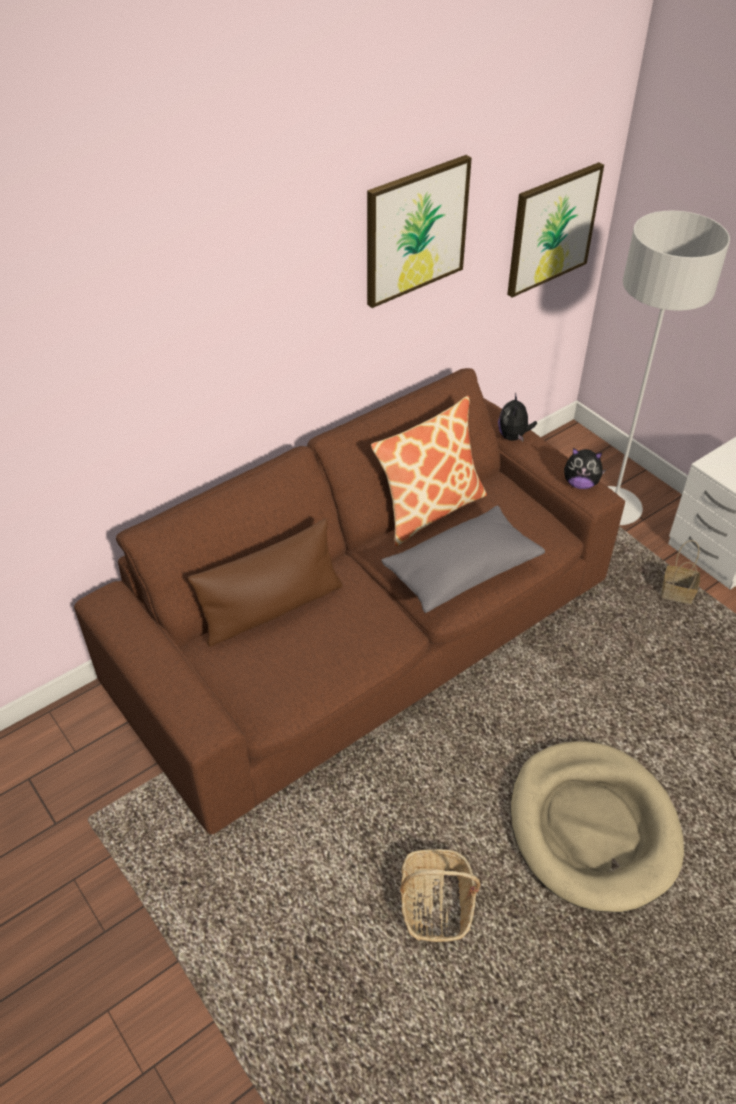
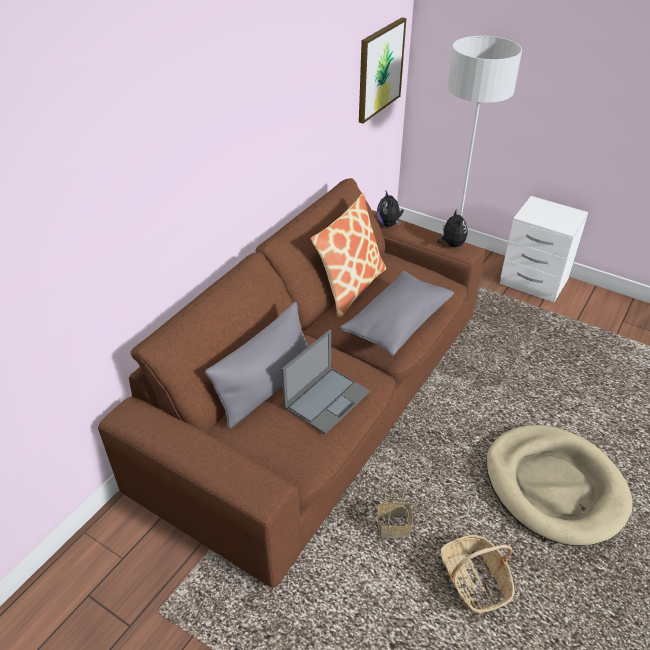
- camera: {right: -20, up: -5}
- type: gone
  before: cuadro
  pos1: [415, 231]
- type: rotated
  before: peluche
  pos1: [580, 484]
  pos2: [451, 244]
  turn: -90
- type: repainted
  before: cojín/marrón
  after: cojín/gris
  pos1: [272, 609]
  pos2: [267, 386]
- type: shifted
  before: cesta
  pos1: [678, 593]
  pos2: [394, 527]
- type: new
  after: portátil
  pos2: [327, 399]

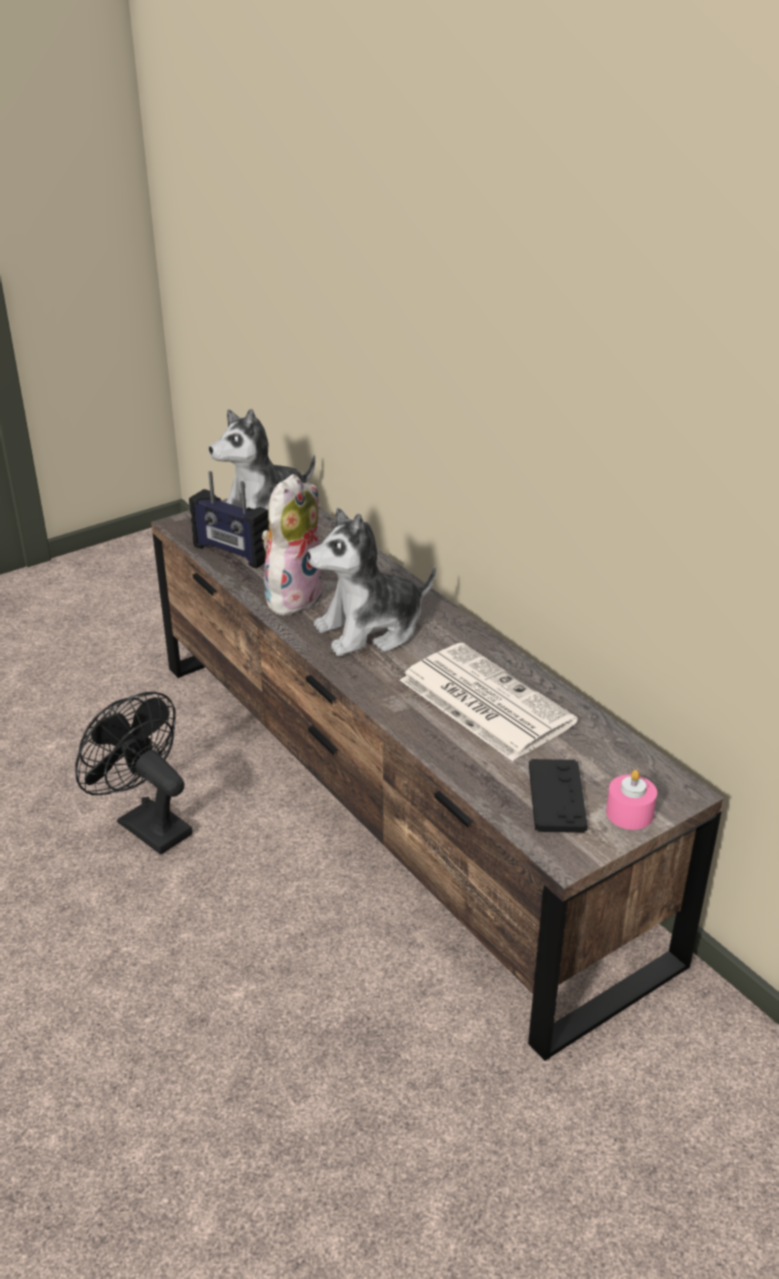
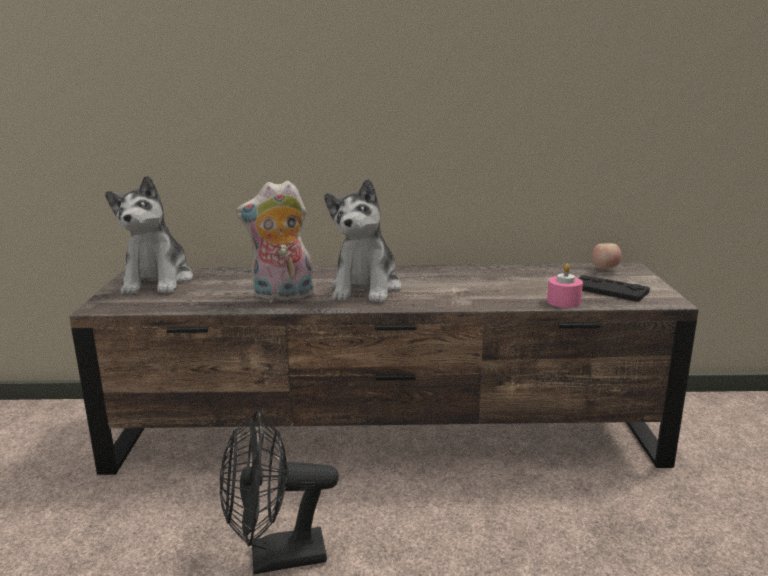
- camera: {right: -55, up: -15}
- type: gone
  before: radio
  pos1: [231, 553]
- type: rotated
  before: peluche
  pos1: [292, 596]
  pos2: [282, 298]
  turn: -75
- type: gone
  before: periódico
  pos1: [483, 701]
- type: shifted
  before: vela/rosa
  pos1: [629, 813]
  pos2: [563, 301]
- type: new
  after: manzana
  pos2: [604, 269]

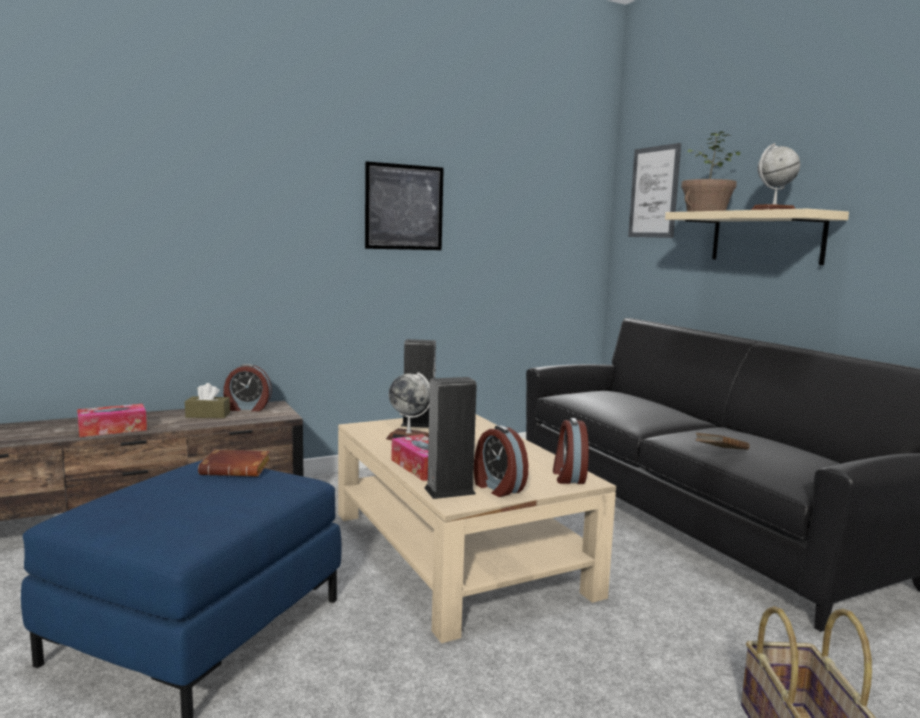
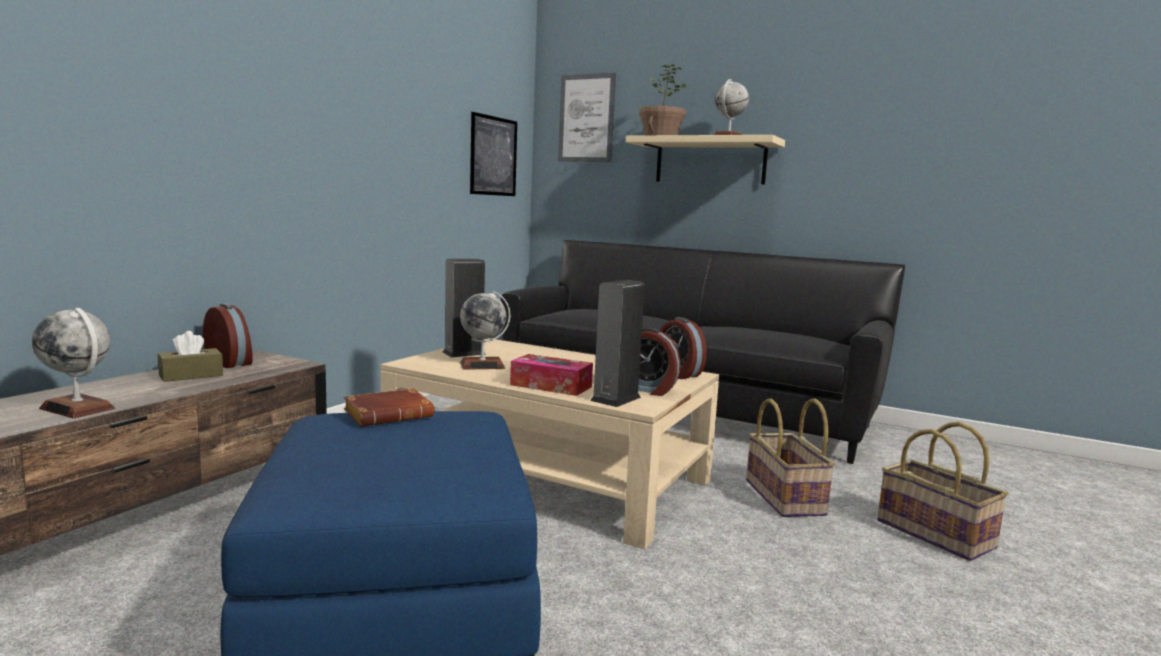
- camera: {right: -35, up: 0}
- type: shifted
  before: cuadro
  pos1: [404, 207]
  pos2: [493, 156]
- type: rotated
  before: despertador
  pos1: [247, 408]
  pos2: [230, 362]
  turn: -105
- type: swapped
  before: caja de pañuelos
  after: globo terráqueo
  pos1: [112, 429]
  pos2: [78, 408]
- type: gone
  before: libro/marrón
  pos1: [720, 453]
- type: new
  after: cesta
  pos2: [786, 498]

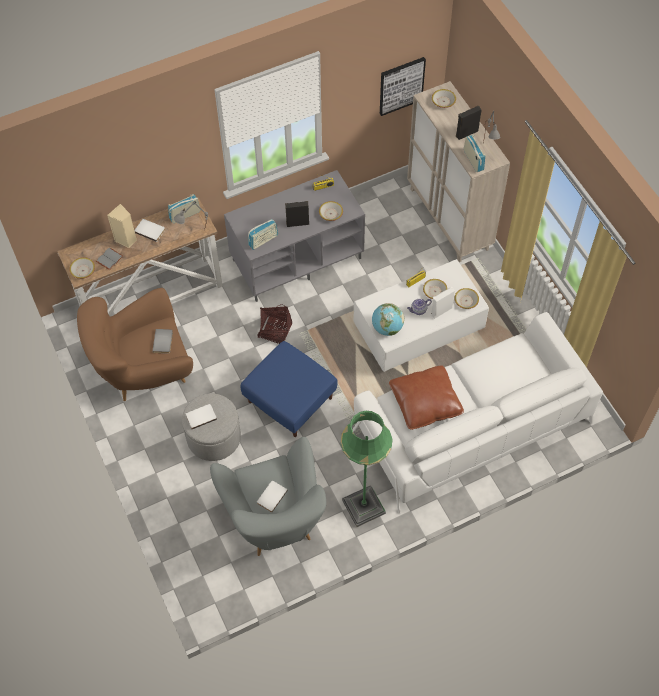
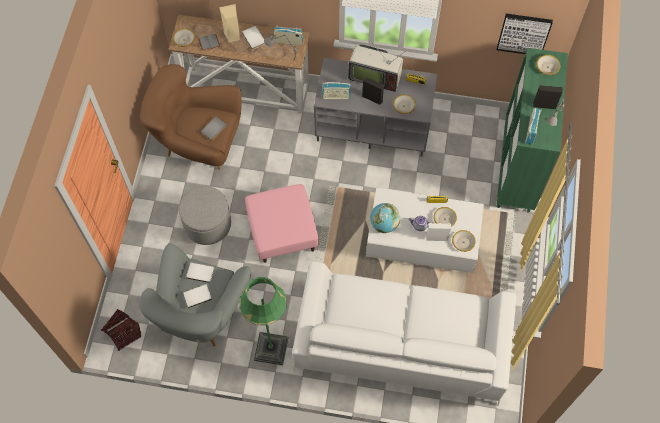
- camera: {right: 35, up: 5}
- type: repainted
  before: armario/beis
  after: armario/verde
  pos1: [449, 219]
  pos2: [517, 167]
- type: shifted
  before: cesta
  pos1: [274, 331]
  pos2: [123, 333]
- type: repainted
  before: puf/azul
  after: puf/rosa
  pos1: [289, 400]
  pos2: [282, 232]
- type: gone
  before: cojín/marrón
  pos1: [425, 403]
- type: shifted
  before: libro/blanco
  pos1: [200, 416]
  pos2: [200, 272]
- type: new
  after: televisor
  pos2: [374, 76]

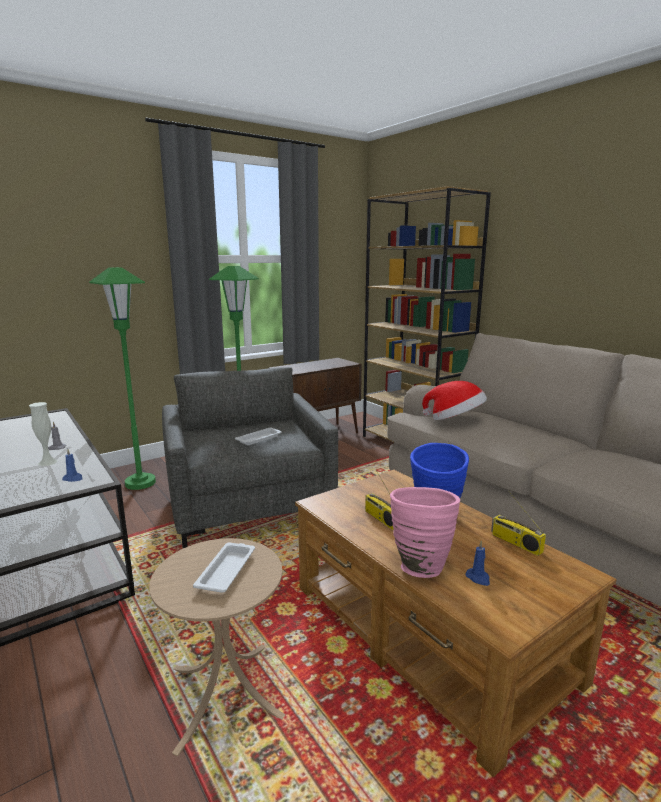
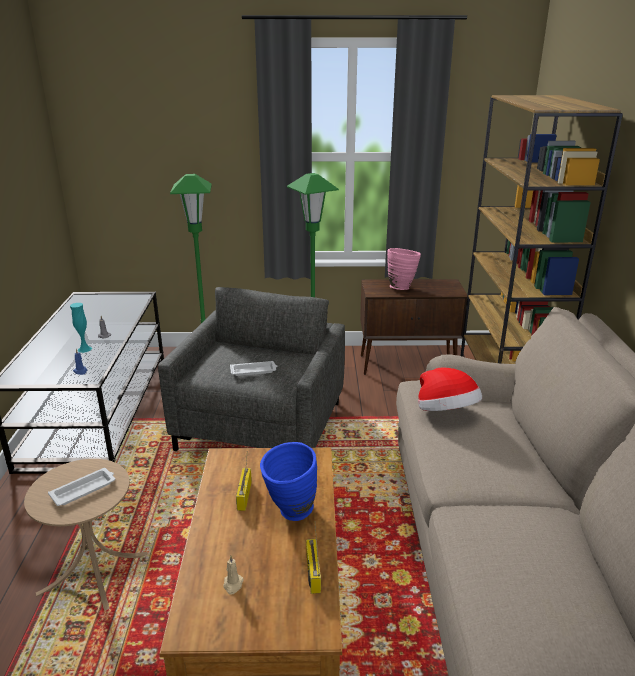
- camera: {right: 35, up: 10}
- type: repainted
  before: florero/blanco
  after: florero/turquesa
  pos1: [47, 462]
  pos2: [84, 349]
- type: shifted
  before: florero/rosa
  pos1: [419, 565]
  pos2: [401, 287]
- type: repainted
  before: vela/azul
  after: vela/beis
  pos1: [478, 578]
  pos2: [233, 585]

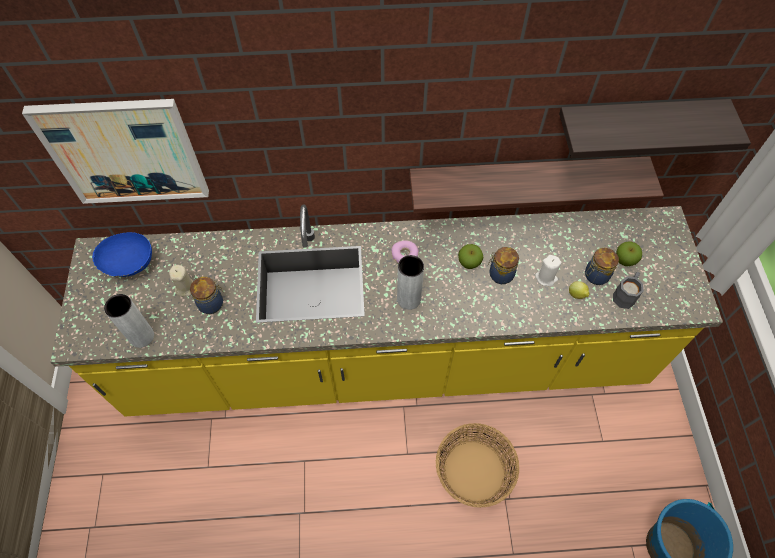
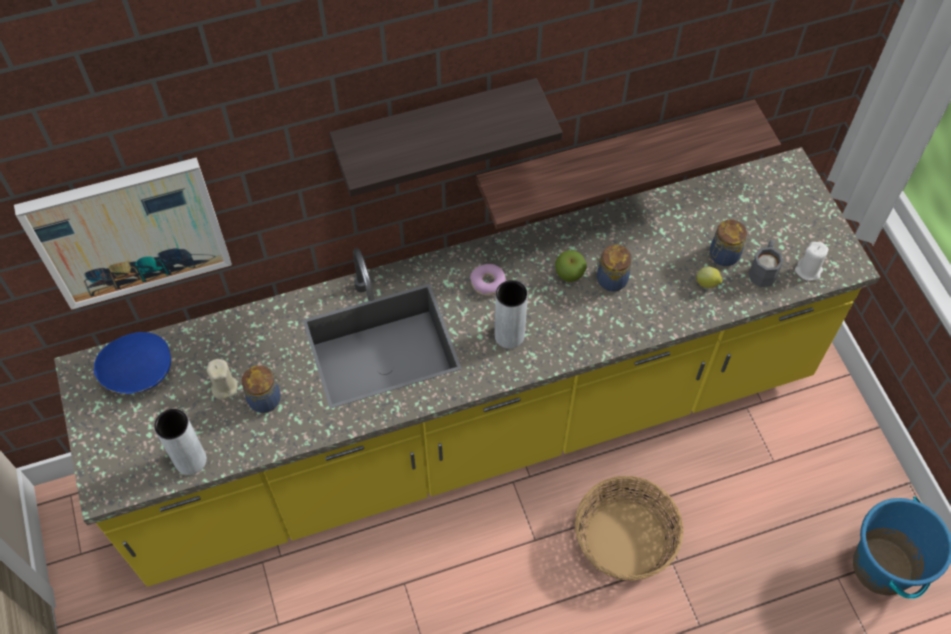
- camera: {right: -15, up: 0}
- type: shifted
  before: estante
  pos1: [635, 125]
  pos2: [435, 130]
- type: gone
  before: manzana
  pos1: [624, 261]
- type: shifted
  before: vela/blanco
  pos1: [546, 278]
  pos2: [808, 270]

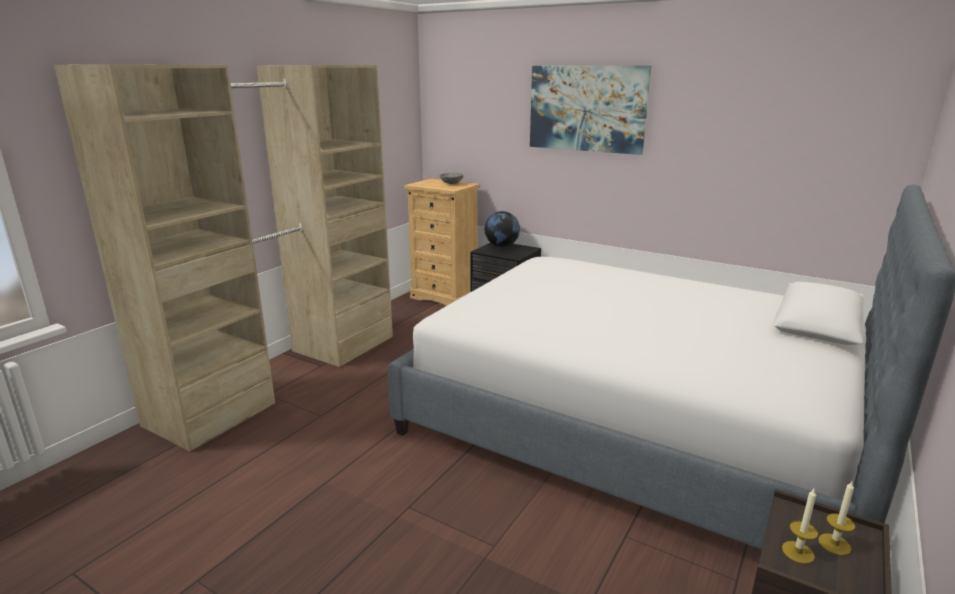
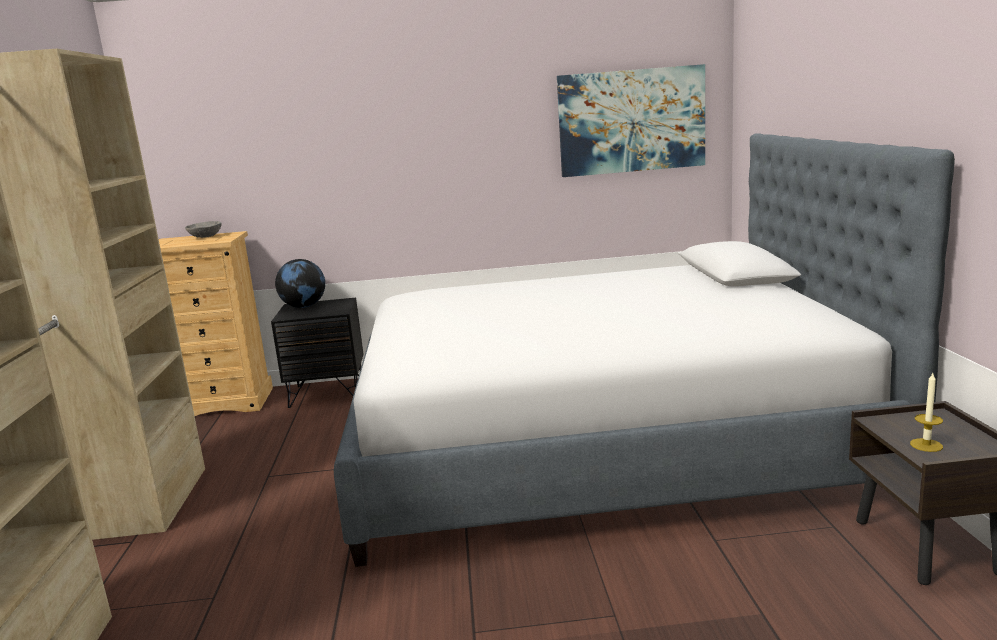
- camera: {right: -35, up: -5}
- type: shifted
  before: cuadro
  pos1: [587, 108]
  pos2: [631, 121]
- type: gone
  before: vela
  pos1: [834, 544]

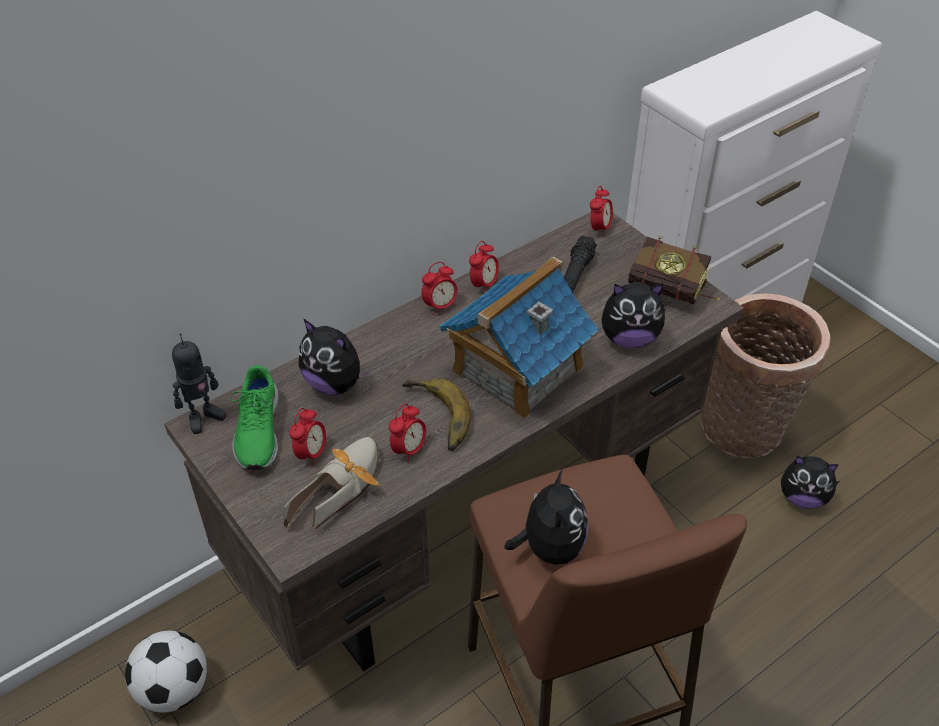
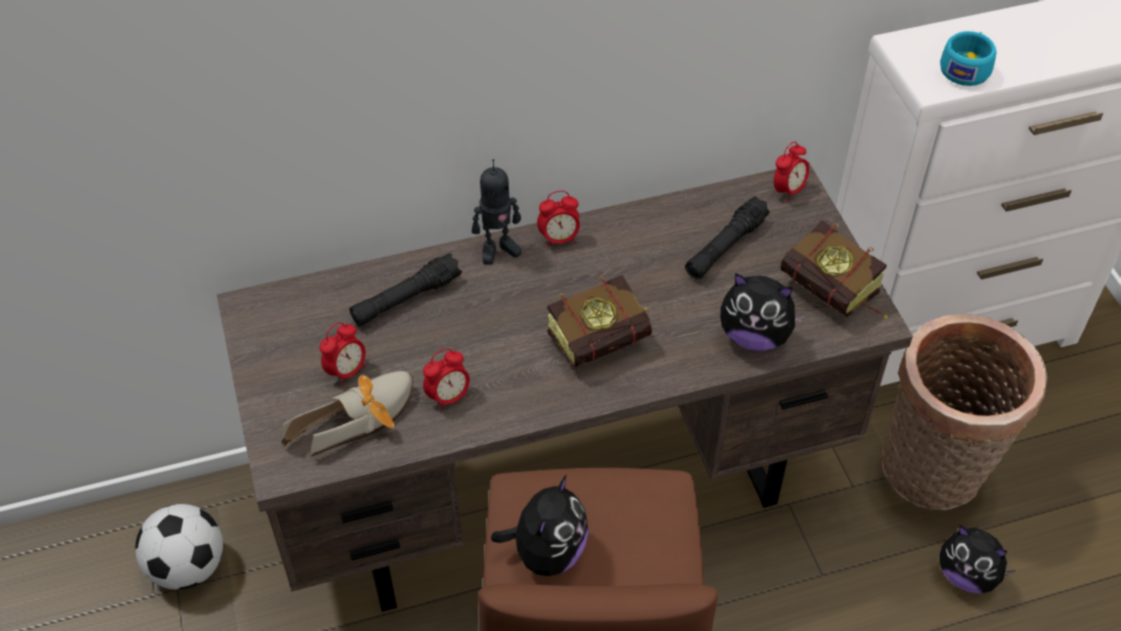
- camera: {right: 20, up: 5}
- type: gone
  before: despertador
  pos1: [483, 285]
- type: swapped
  before: casita
  after: libro
  pos1: [516, 370]
  pos2: [607, 338]
- type: swapped
  before: peluche
  after: linterna/negro
  pos1: [335, 383]
  pos2: [406, 299]
- type: shifted
  before: robot de juguete
  pos1: [203, 417]
  pos2: [498, 249]
- type: gone
  before: zapato/verde
  pos1: [257, 431]
- type: gone
  before: plátano
  pos1: [434, 418]
- type: new
  after: taza/turquesa
  pos2: [966, 68]

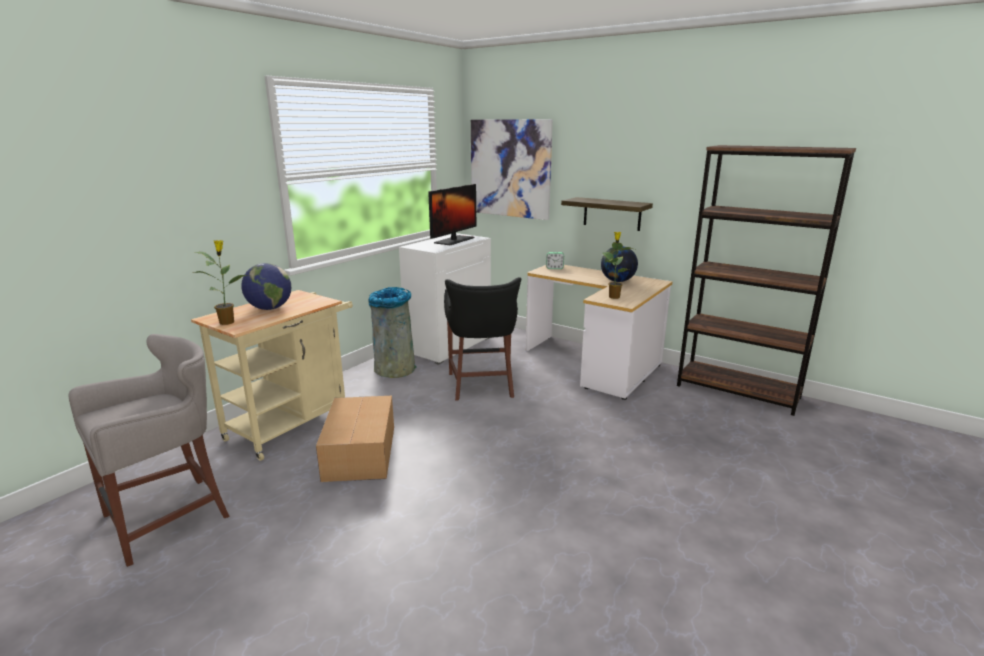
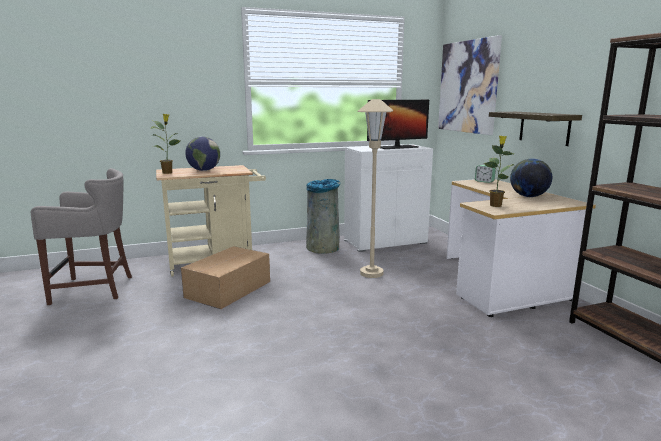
- camera: {right: 35, up: -5}
- type: swapped
  before: taburete/negro
  after: lámpara de pie/beis
  pos1: [482, 386]
  pos2: [371, 273]

